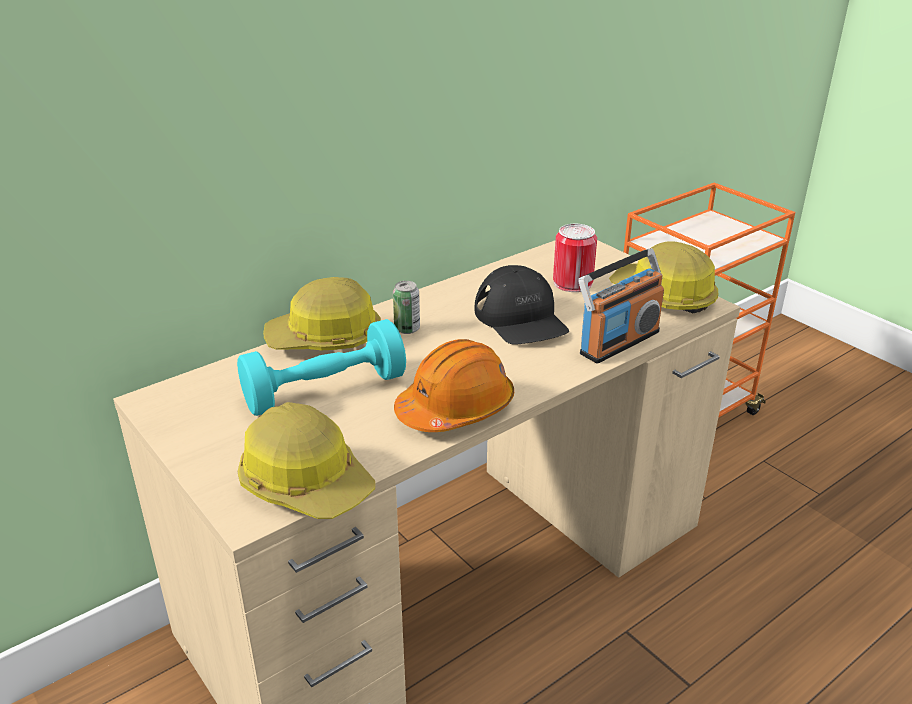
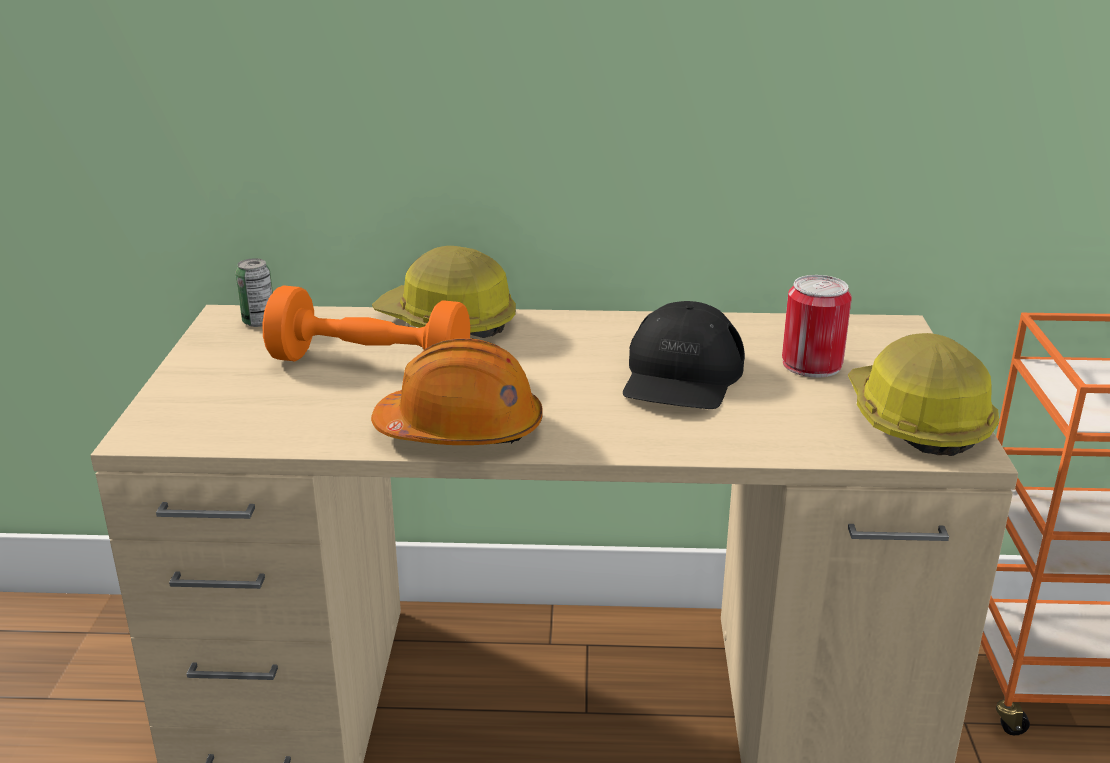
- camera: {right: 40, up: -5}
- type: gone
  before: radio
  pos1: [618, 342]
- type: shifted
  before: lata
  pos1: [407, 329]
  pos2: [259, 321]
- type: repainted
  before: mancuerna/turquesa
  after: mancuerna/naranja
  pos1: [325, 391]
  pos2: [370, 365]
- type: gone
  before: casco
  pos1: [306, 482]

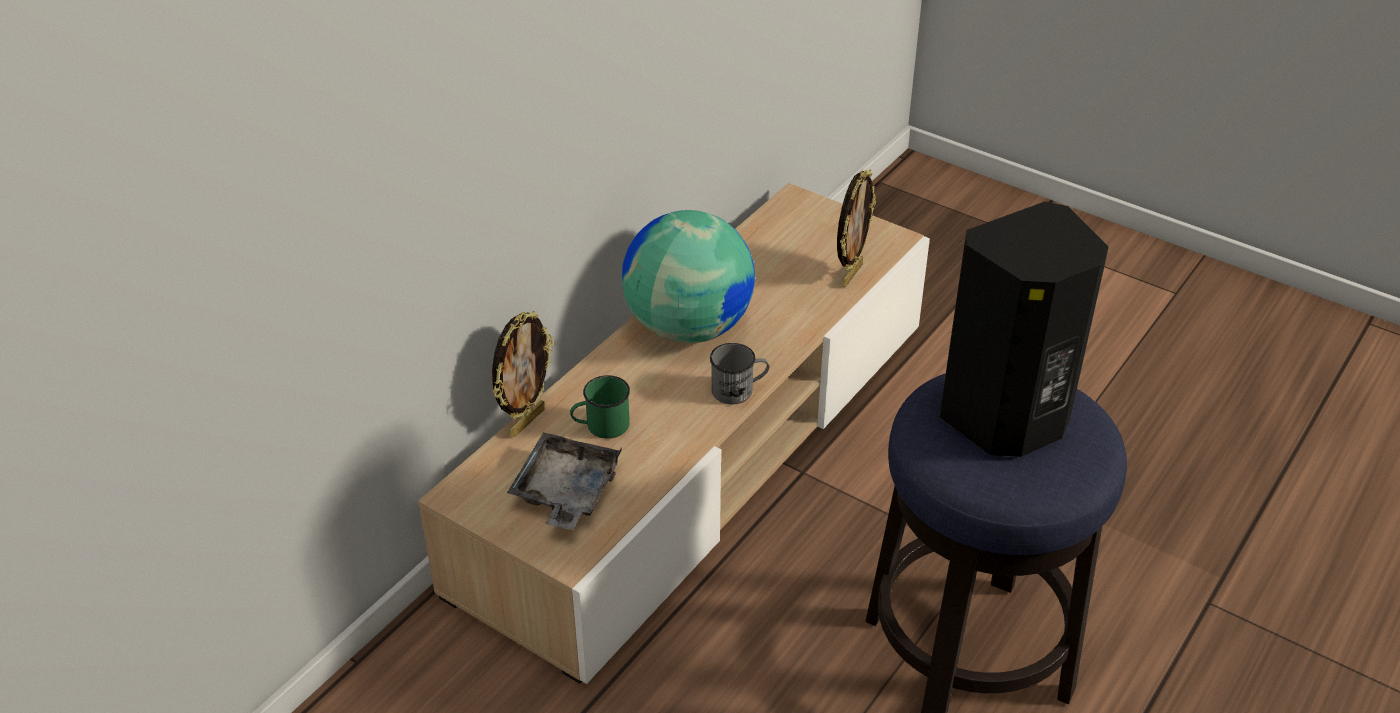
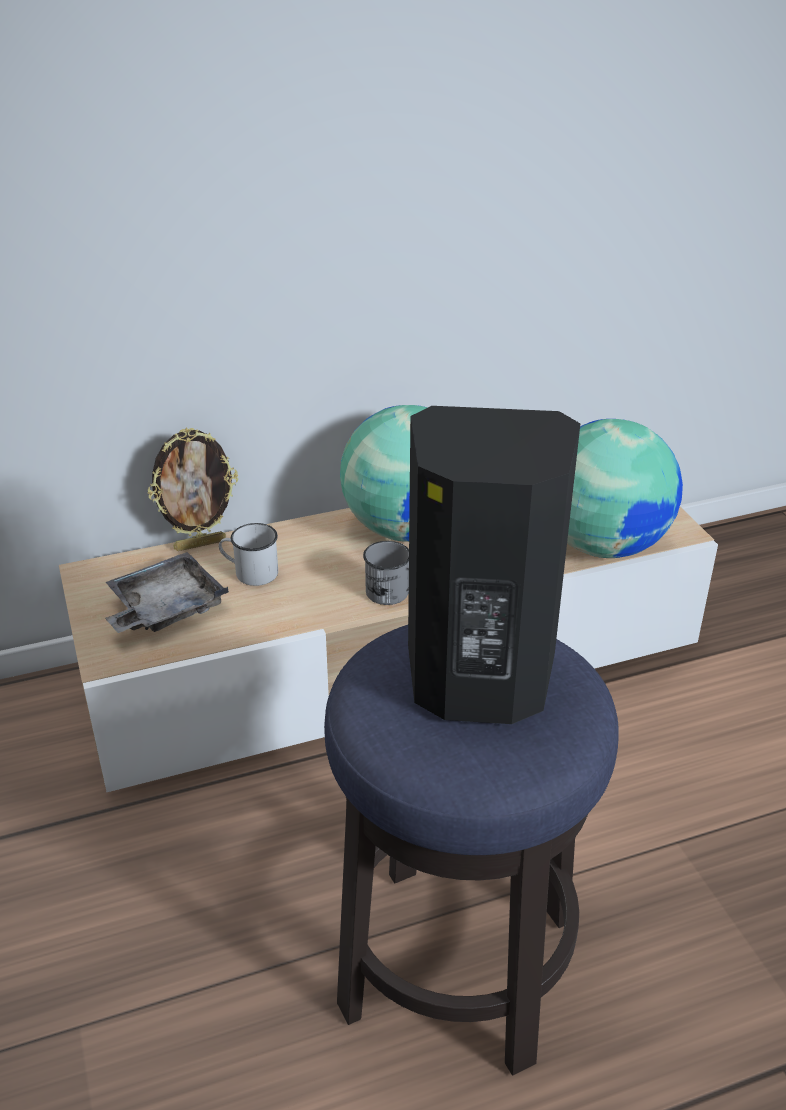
- camera: {right: 35, up: -5}
- type: swapped
  before: portarretratos
  after: globo terráqueo
  pos1: [850, 274]
  pos2: [603, 544]
- type: repainted
  before: taza grande/verde
  after: taza grande/blanco
  pos1: [601, 426]
  pos2: [250, 572]

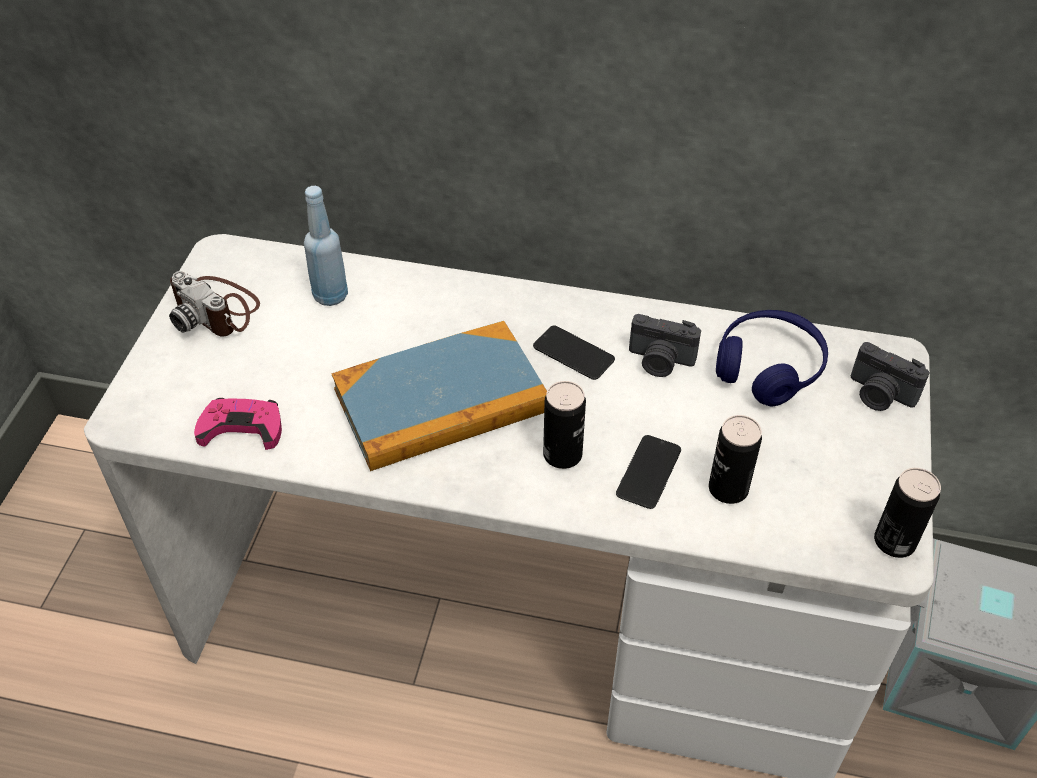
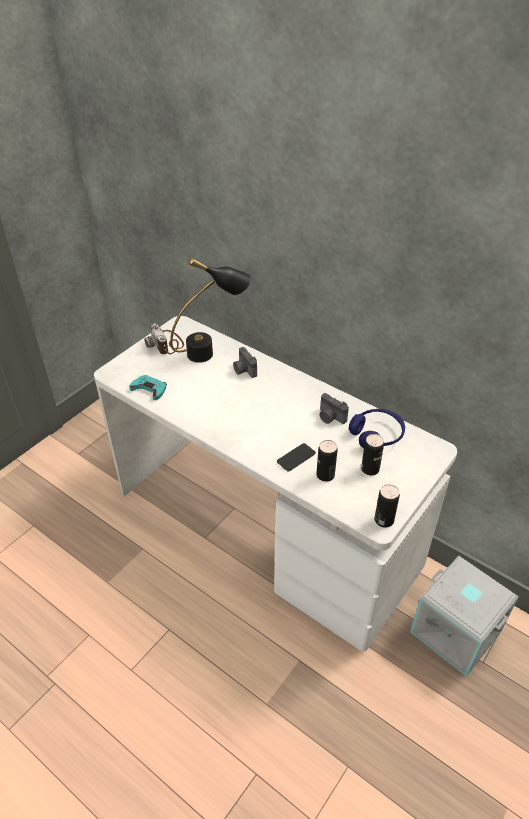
- camera: {right: 25, up: -5}
- type: swapped
  before: botella/azul
  after: lámpara de mesa/negro
  pos1: [330, 295]
  pos2: [212, 351]
- type: gone
  before: libro
  pos1: [441, 401]
- type: gone
  before: móvil
  pos1: [573, 353]
- type: shifted
  before: cámara
  pos1: [879, 395]
  pos2: [244, 370]
- type: shifted
  before: lata
  pos1: [562, 454]
  pos2: [370, 469]
- type: repainted
  before: mando de consola/rosa
  after: mando de consola/turquesa
  pos1: [242, 427]
  pos2: [149, 389]

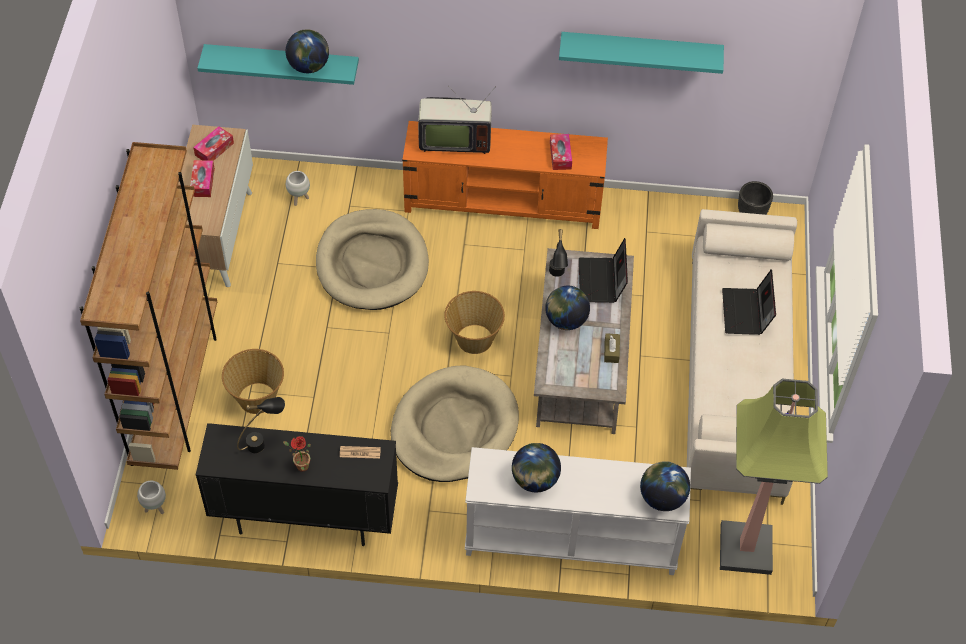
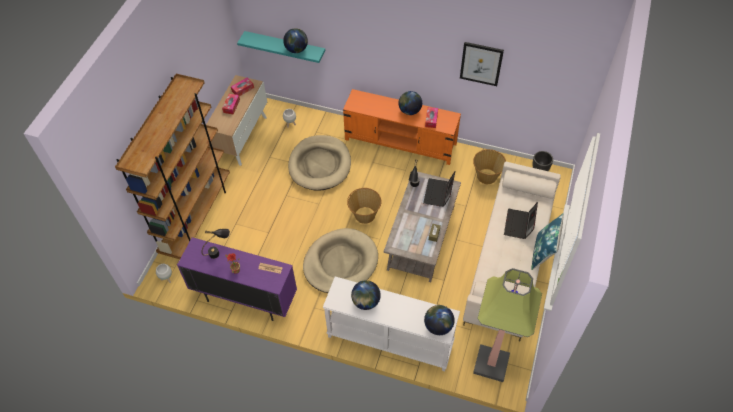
- camera: {right: 15, up: 0}
- type: swapped
  before: estante/turquesa
  after: cuadro
  pos1: [640, 50]
  pos2: [481, 63]
- type: gone
  before: televisor
  pos1: [454, 140]
- type: shifted
  before: globo terráqueo
  pos1: [566, 320]
  pos2: [409, 111]
- type: shifted
  before: cesta
  pos1: [257, 397]
  pos2: [486, 176]
- type: repainted
  before: armario/negro
  after: armario/morado
  pos1: [305, 517]
  pos2: [245, 299]
- type: new
  after: cojín/azul
  pos2: [543, 253]

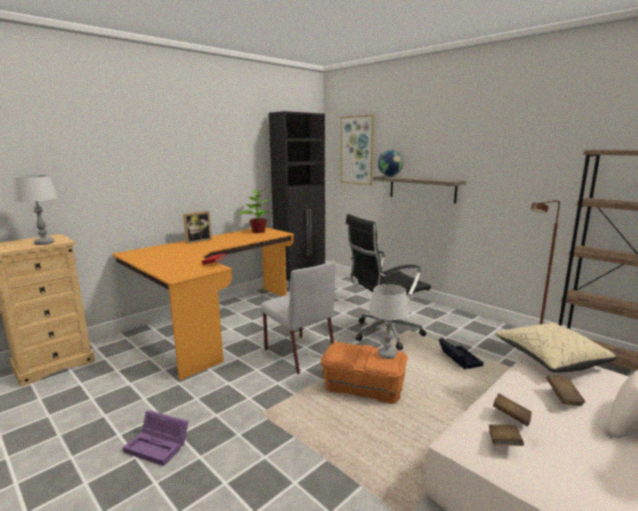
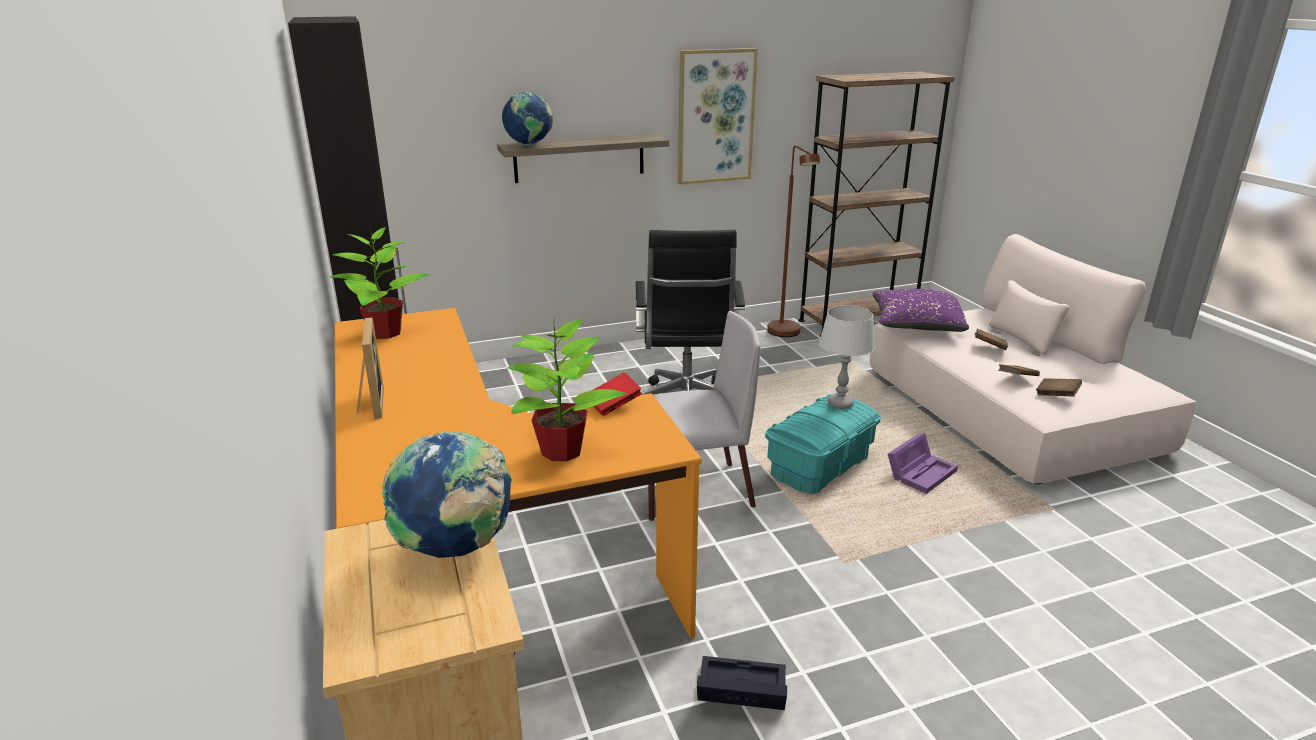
- camera: {right: -65, up: 10}
- type: shifted
  before: cuadro
  pos1: [357, 150]
  pos2: [715, 117]
- type: swapped
  before: lámpara de mesa/gris
  after: globo terráqueo
  pos1: [44, 243]
  pos2: [457, 549]
- type: repainted
  before: cojín/beis
  after: cojín/morado
  pos1: [550, 358]
  pos2: [916, 326]
- type: shifted
  before: caja de almacenaje/negro
  pos1: [458, 359]
  pos2: [738, 692]
- type: repainted
  before: caja de almacenaje/naranja
  after: caja de almacenaje/turquesa
  pos1: [363, 387]
  pos2: [819, 465]
- type: shifted
  before: caja de almacenaje/morado
  pos1: [159, 445]
  pos2: [921, 472]
- type: new
  after: planta en maceta
  pos2: [562, 450]

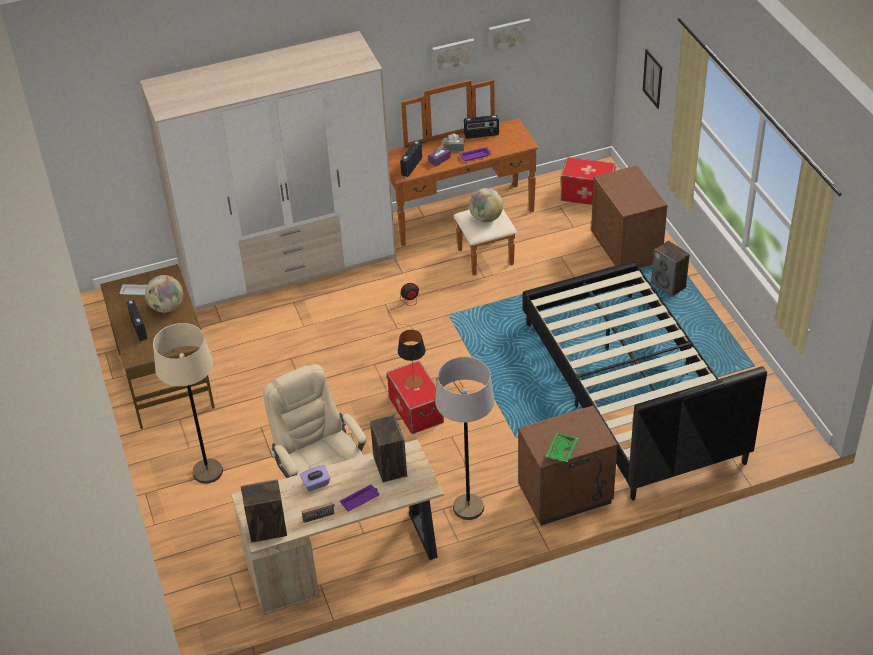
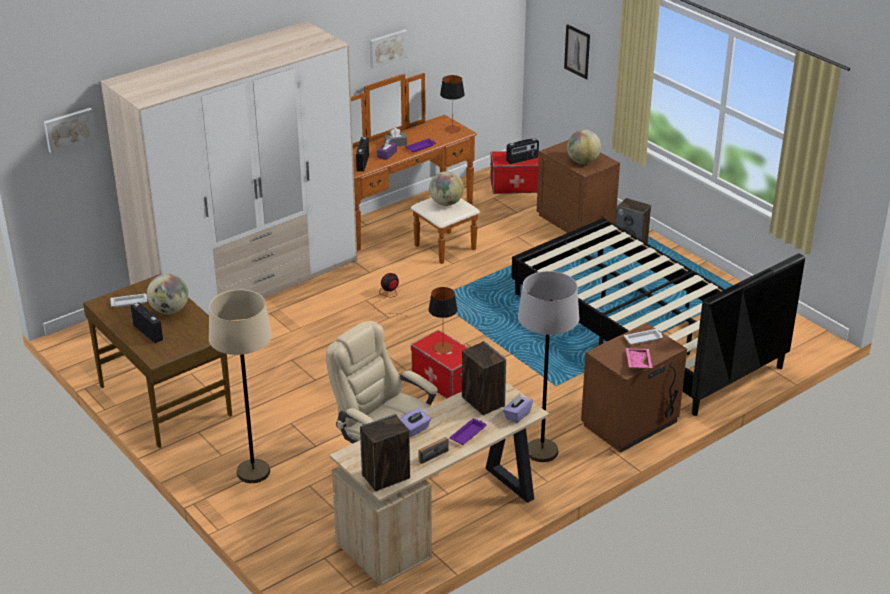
- camera: {right: -20, up: -10}
- type: shifted
  before: cuadro
  pos1: [508, 35]
  pos2: [69, 129]
- type: shifted
  before: radio
  pos1: [481, 135]
  pos2: [522, 159]
- type: repainted
  before: bandeja/verde
  after: bandeja/rosa
  pos1: [561, 450]
  pos2: [637, 363]
- type: new
  after: lámpara de mesa
  pos2: [452, 129]
- type: new
  after: globo terráqueo
  pos2: [583, 161]
- type: new
  after: bandeja/blanco
  pos2: [643, 339]
- type: new
  after: caja de pañuelos/morado
  pos2: [517, 415]

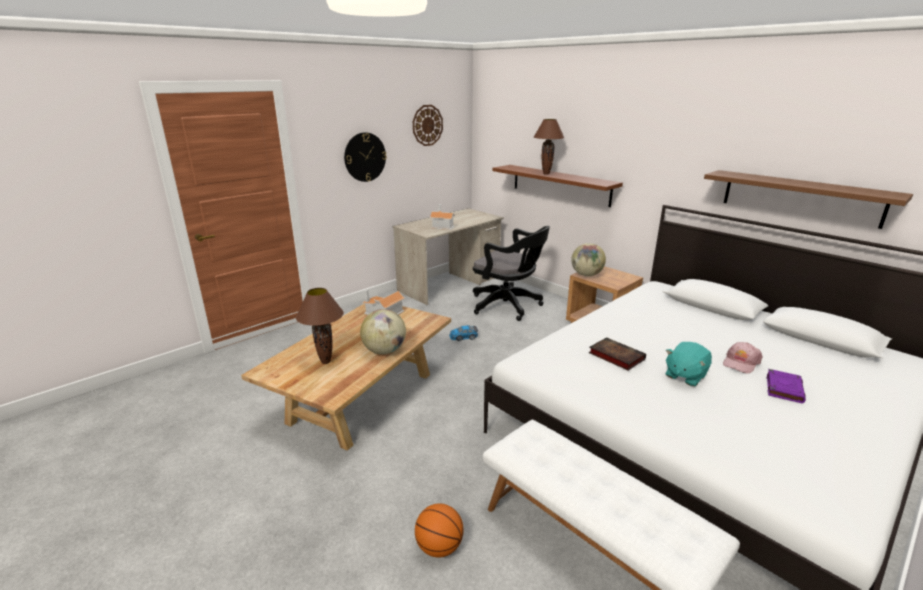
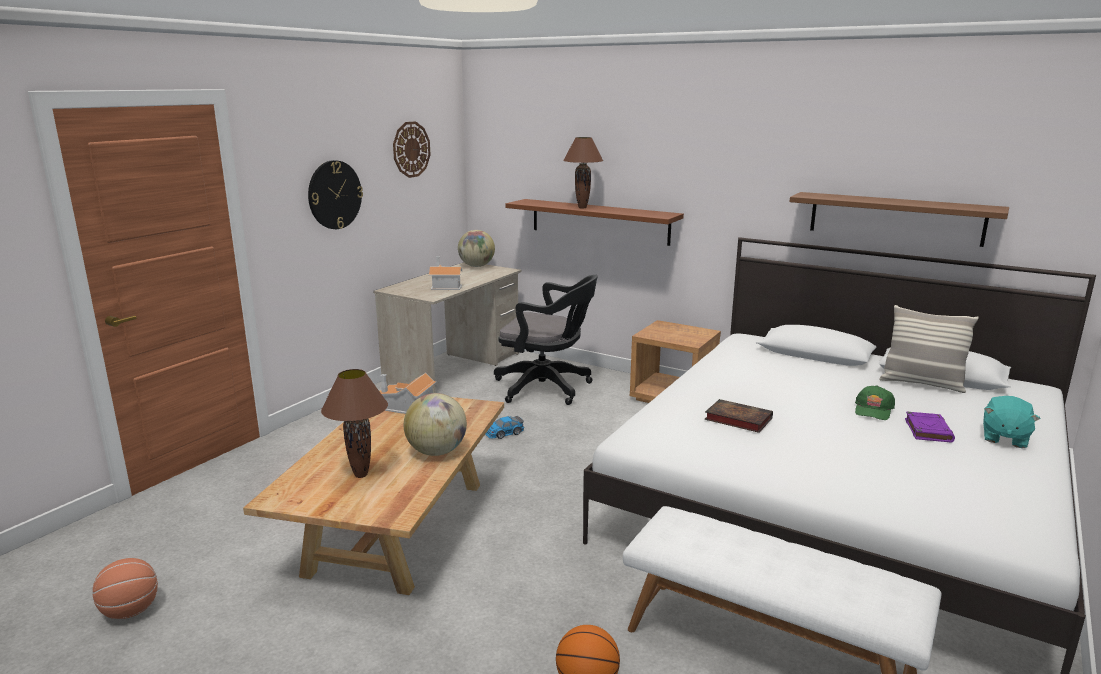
- camera: {right: -15, up: -5}
- type: shifted
  before: globo terráqueo
  pos1: [586, 275]
  pos2: [476, 266]
- type: shifted
  before: peluche/turquesa
  pos1: [685, 376]
  pos2: [1004, 438]
- type: repainted
  before: gorra/rosa
  after: gorra/verde
  pos1: [740, 362]
  pos2: [873, 410]
- type: new
  after: cojín
  pos2: [921, 384]
- type: new
  after: balón de baloncesto
  pos2: [130, 611]

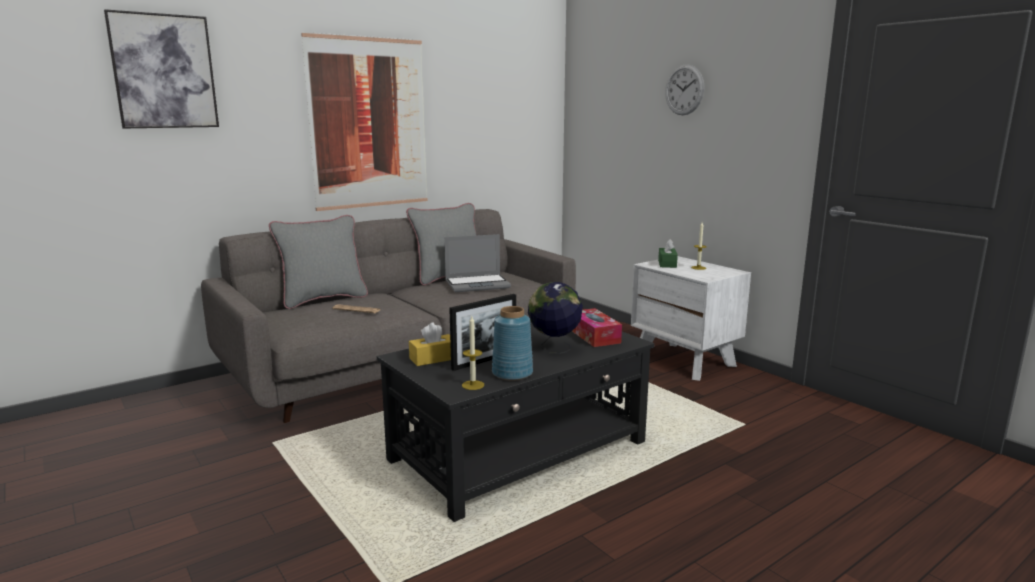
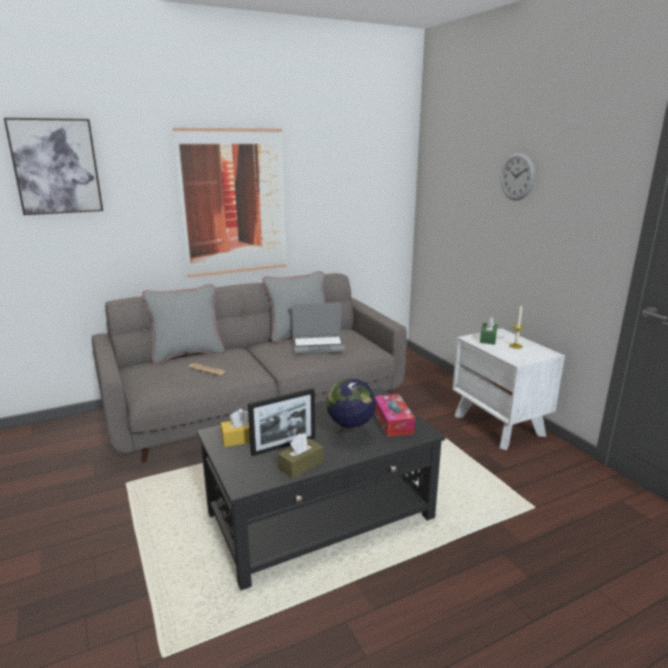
- camera: {right: 10, up: 5}
- type: swapped
  before: florero/azul
  after: caja de pañuelos/marrón
  pos1: [512, 374]
  pos2: [301, 465]
- type: gone
  before: vela
  pos1: [473, 385]

